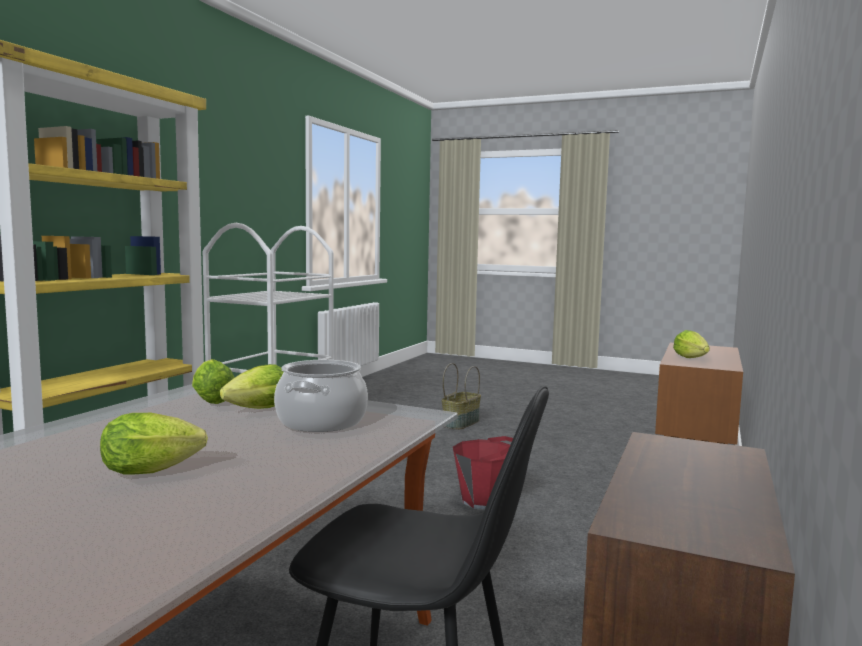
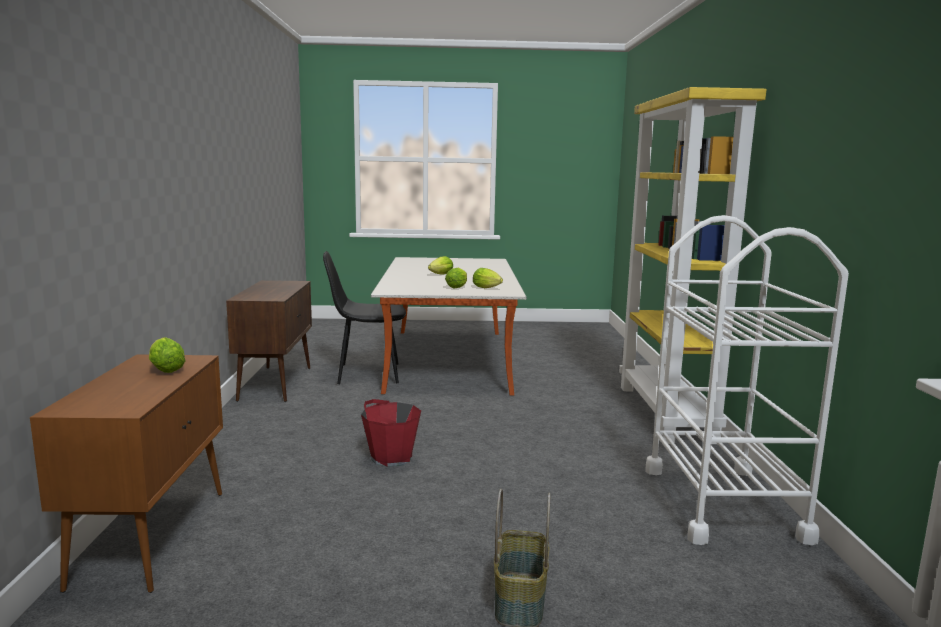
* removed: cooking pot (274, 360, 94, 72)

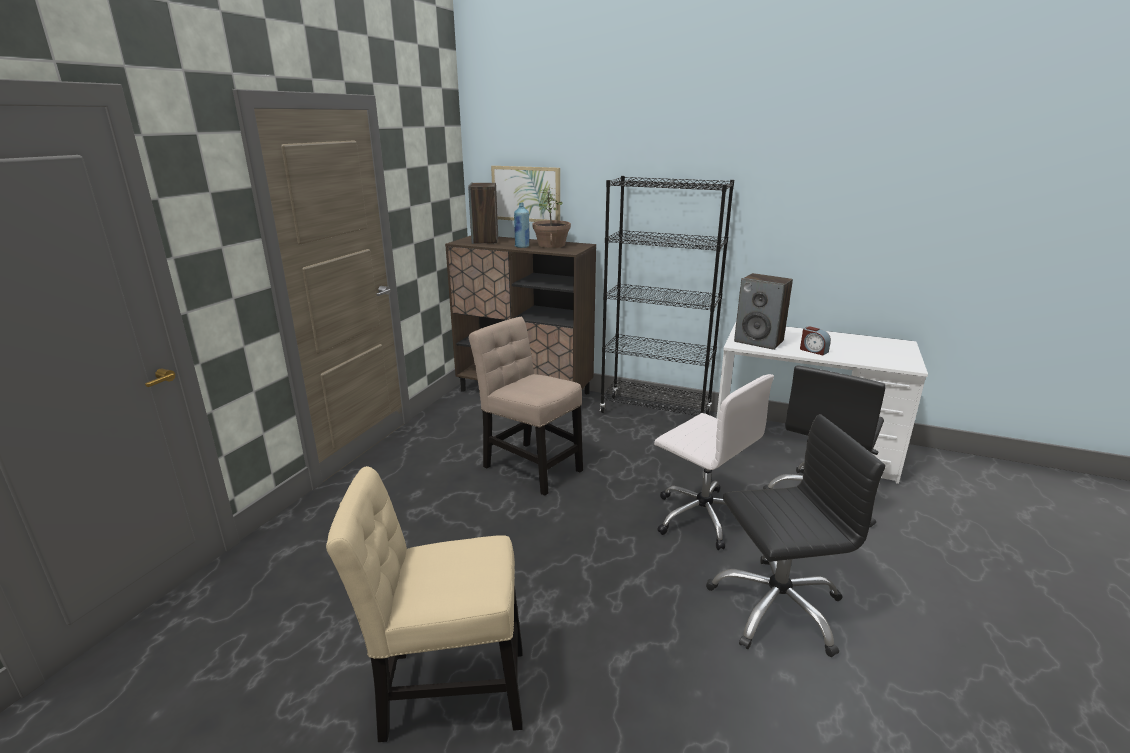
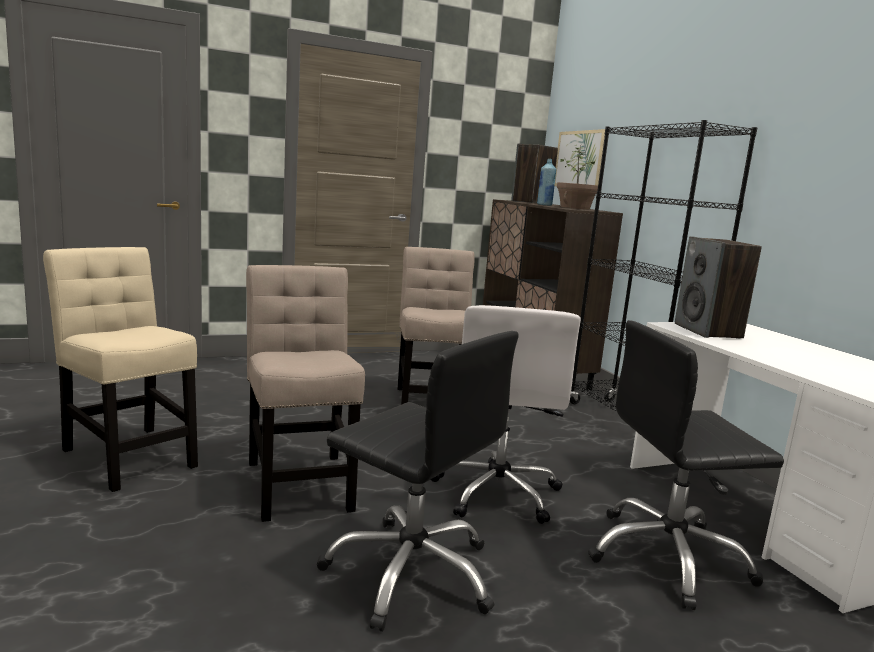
* removed: alarm clock (800, 326, 31, 30)
* added: beige chair (246, 265, 119, 257)

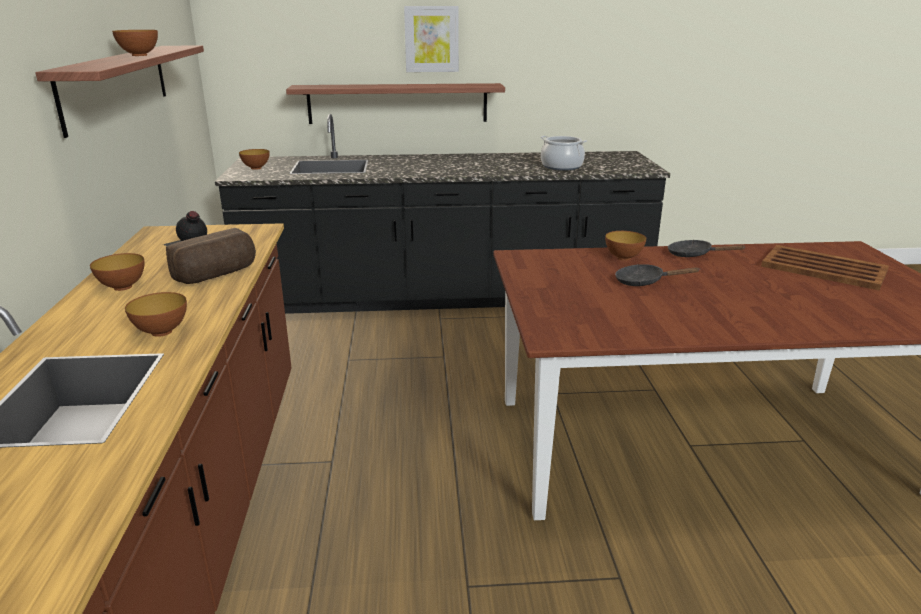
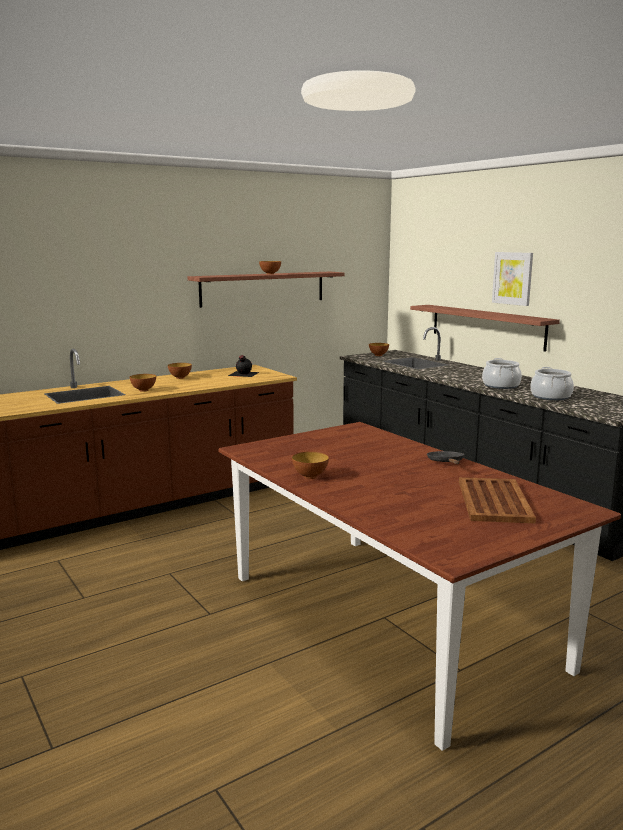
* removed: bread (166, 228, 90, 56)
* moved: bowl (605, 231, 41, 30) to (292, 452, 37, 27)
* removed: black frying pan (615, 264, 85, 22)
* added: cooking pot (482, 358, 40, 31)

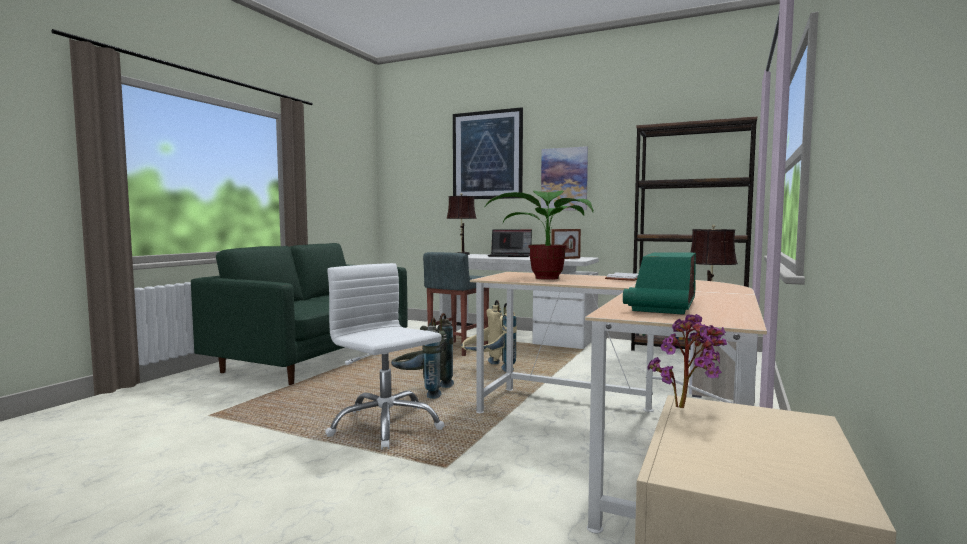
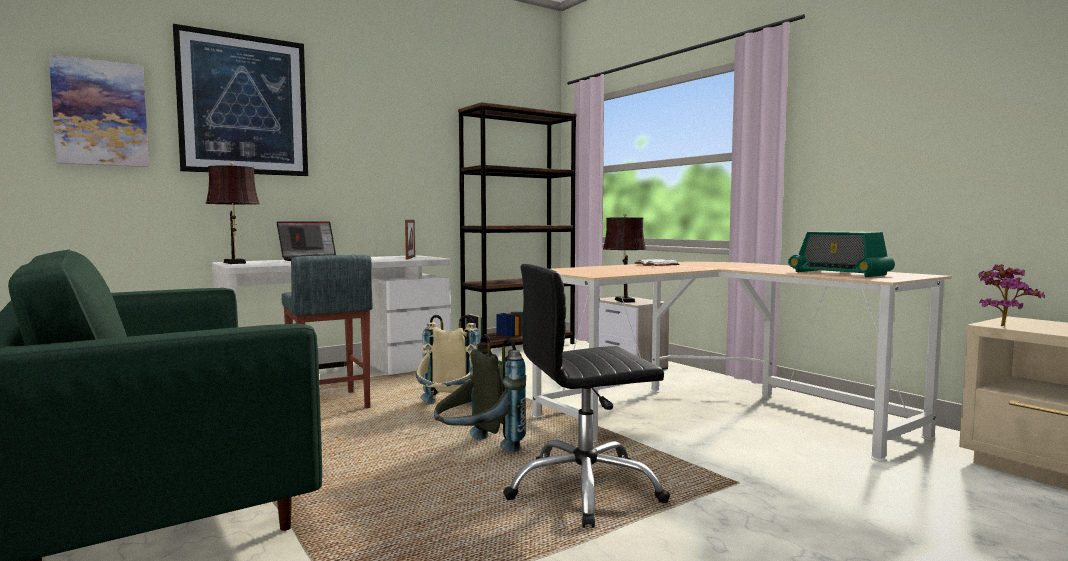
* moved: picture (541, 146, 47, 65) to (49, 54, 100, 113)
* removed: potted plant (485, 190, 108, 90)
* recoloured: white office chair (325, 263, 120, 187) to black office chair (503, 264, 167, 264)

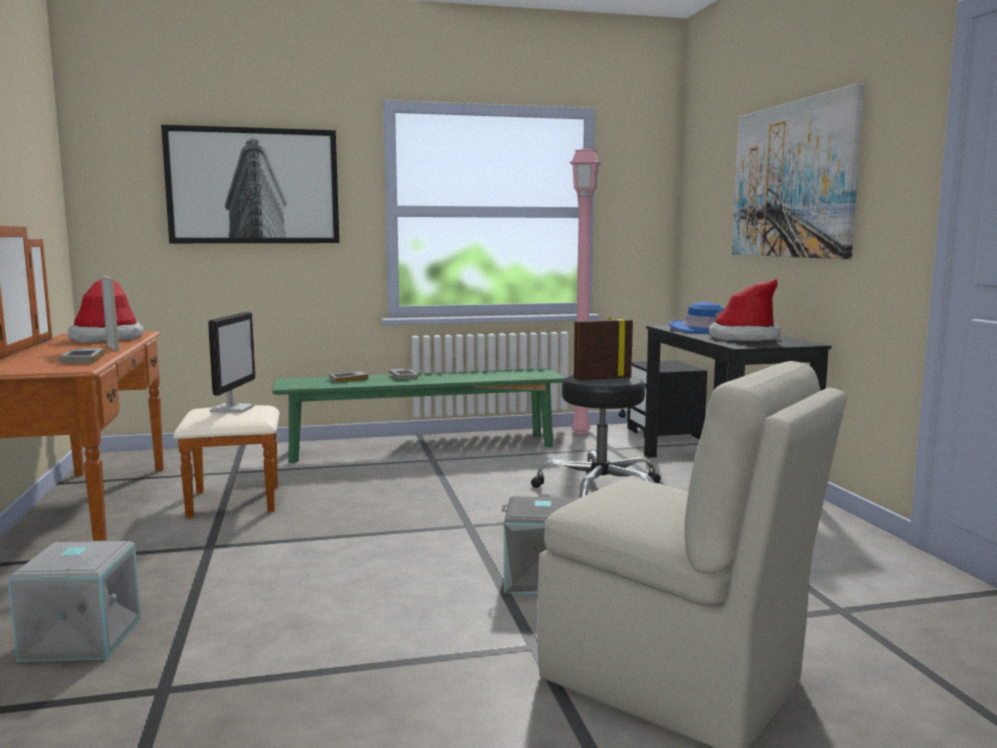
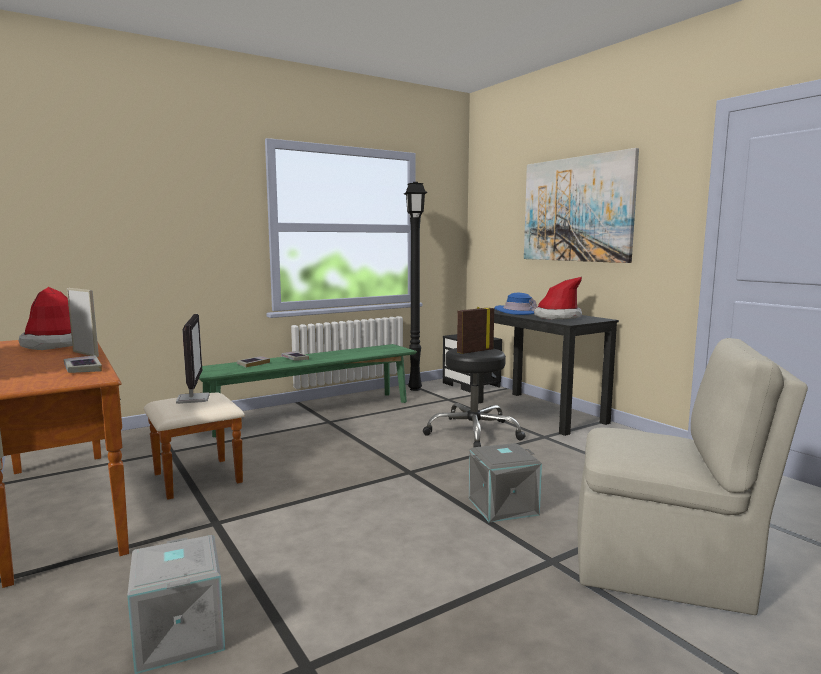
* removed: picture (161, 125, 178, 118)
* recoloured: pink floor lamp (569, 148, 33, 287) to black floor lamp (404, 182, 24, 209)

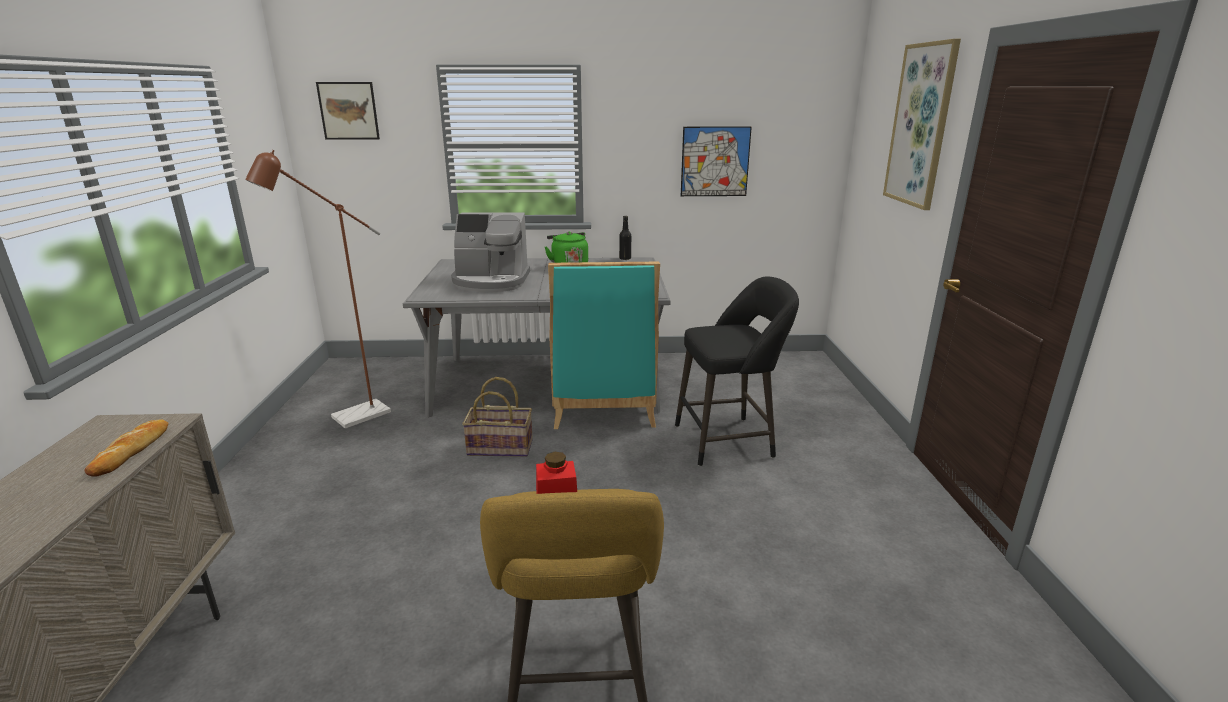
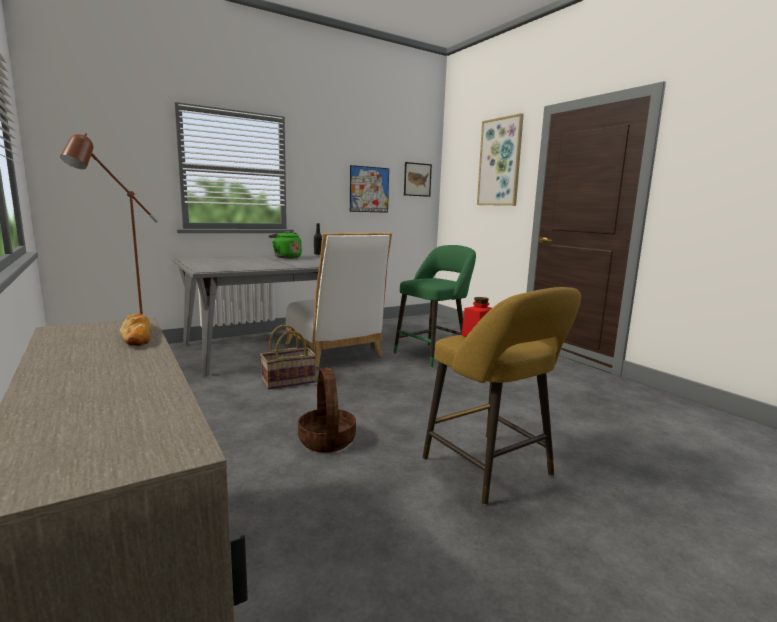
* moved: picture (316, 82, 64, 58) to (404, 162, 28, 35)
* removed: coffee machine (451, 212, 79, 80)
* recoloured: turquoise chair (548, 262, 112, 167) to white chair (285, 233, 107, 134)
* recoloured: black stool (675, 276, 124, 190) to green stool (394, 245, 82, 123)
* added: basket (298, 368, 58, 84)

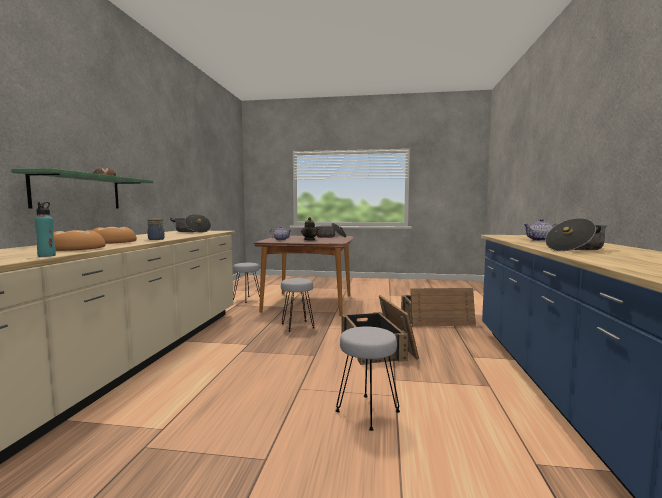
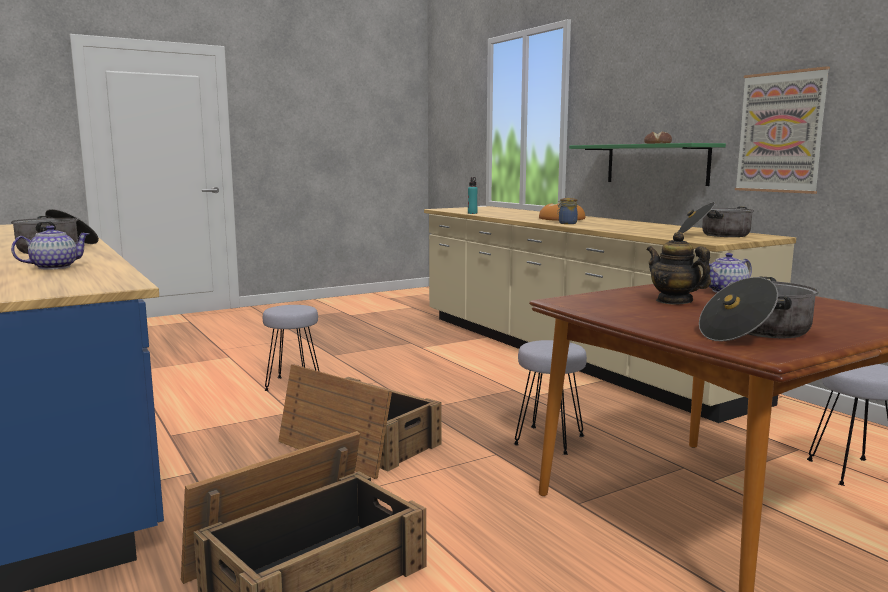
* removed: bread (53, 230, 53, 21)
* added: picture (735, 66, 95, 128)

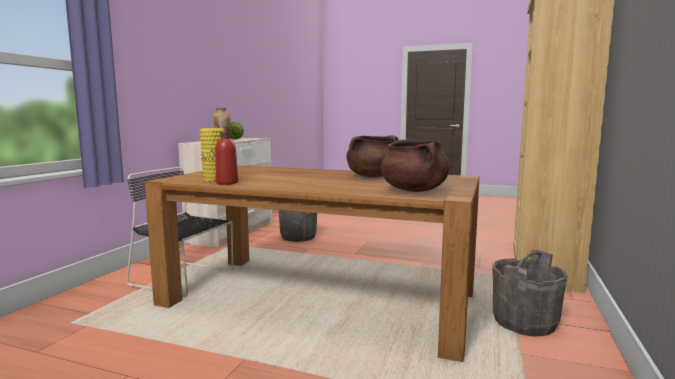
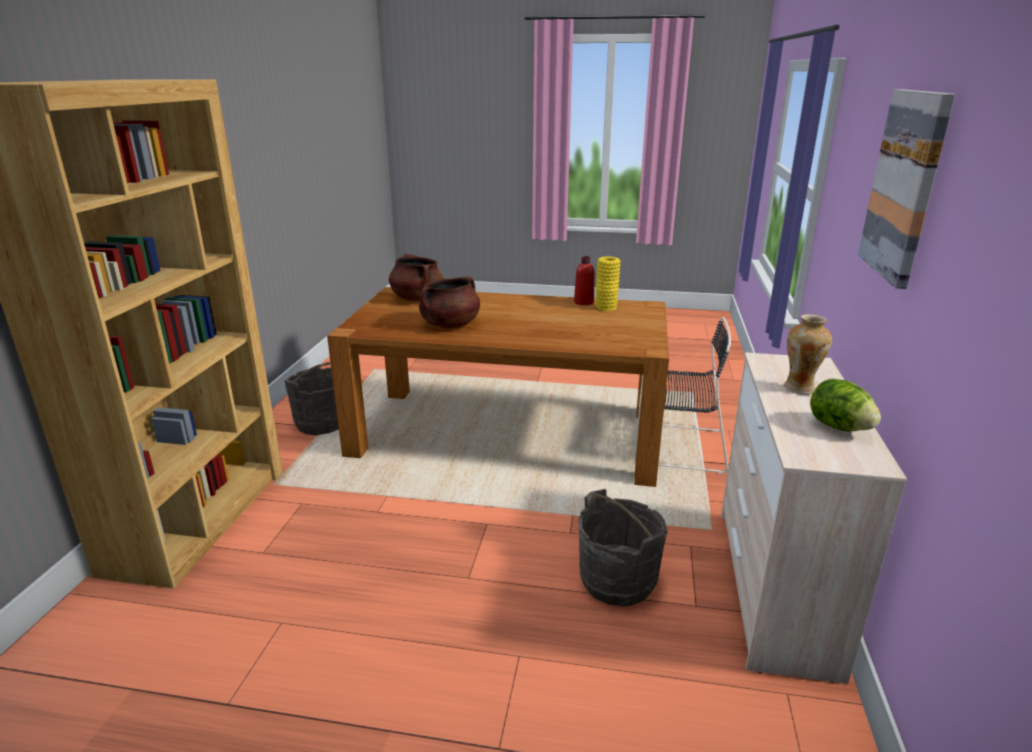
* added: picture (858, 89, 97, 200)

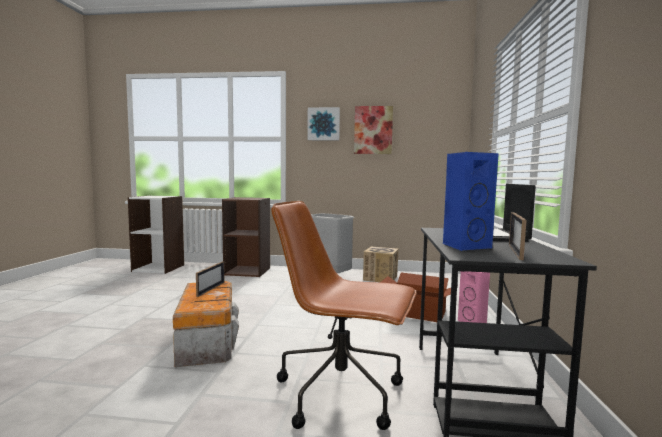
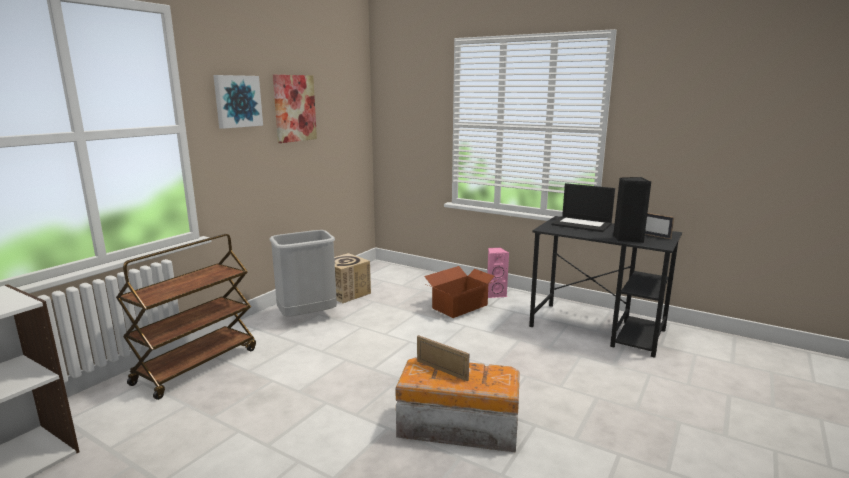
* recoloured: blue speaker (443, 152, 56, 99) to black speaker (613, 177, 38, 66)
* replaced: brown bookcase (222, 197, 48, 80) to brown cart (116, 234, 140, 166)
* removed: brown office chair (271, 201, 146, 229)

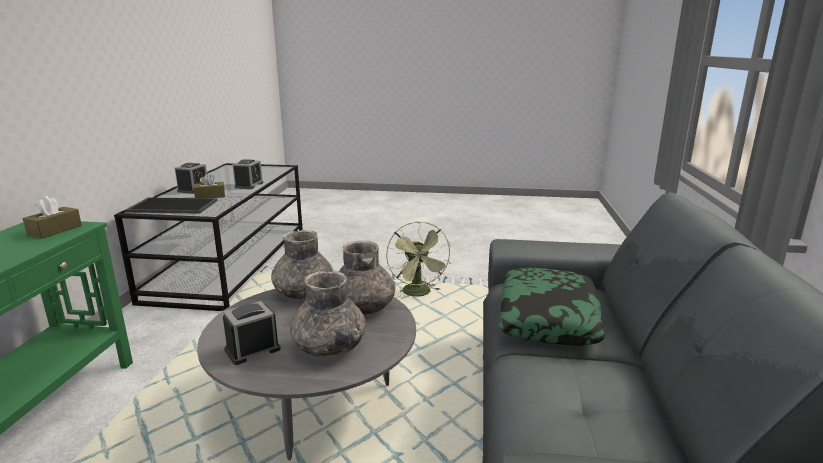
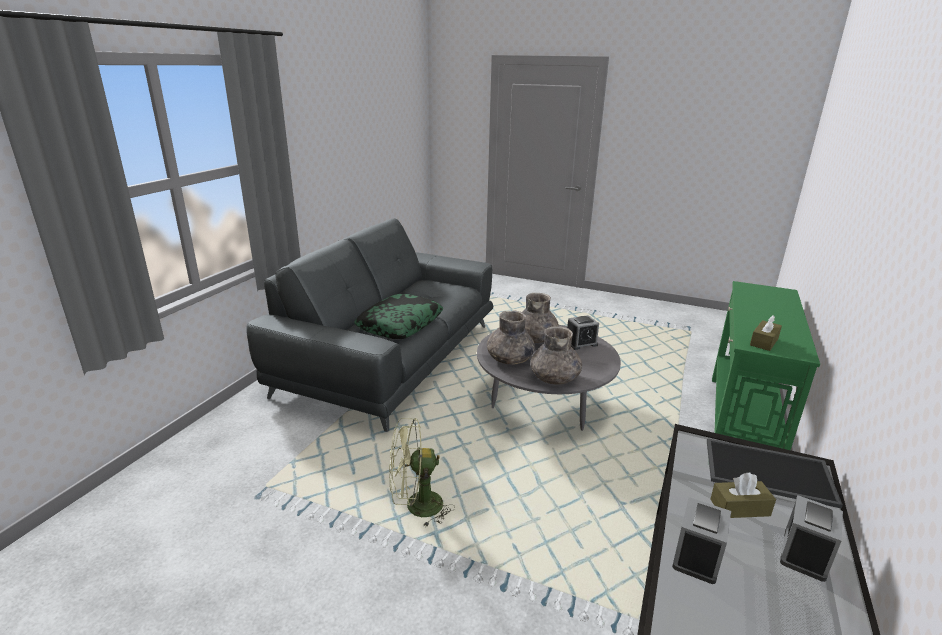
* turned: green fan (386, 221, 65, 77) = (389, 418, 64, 110) 105 degrees counterclockwise

